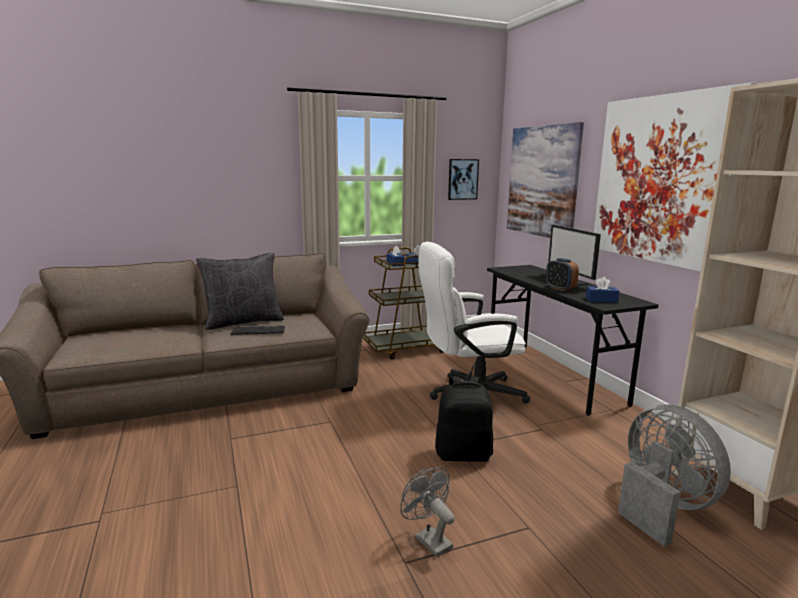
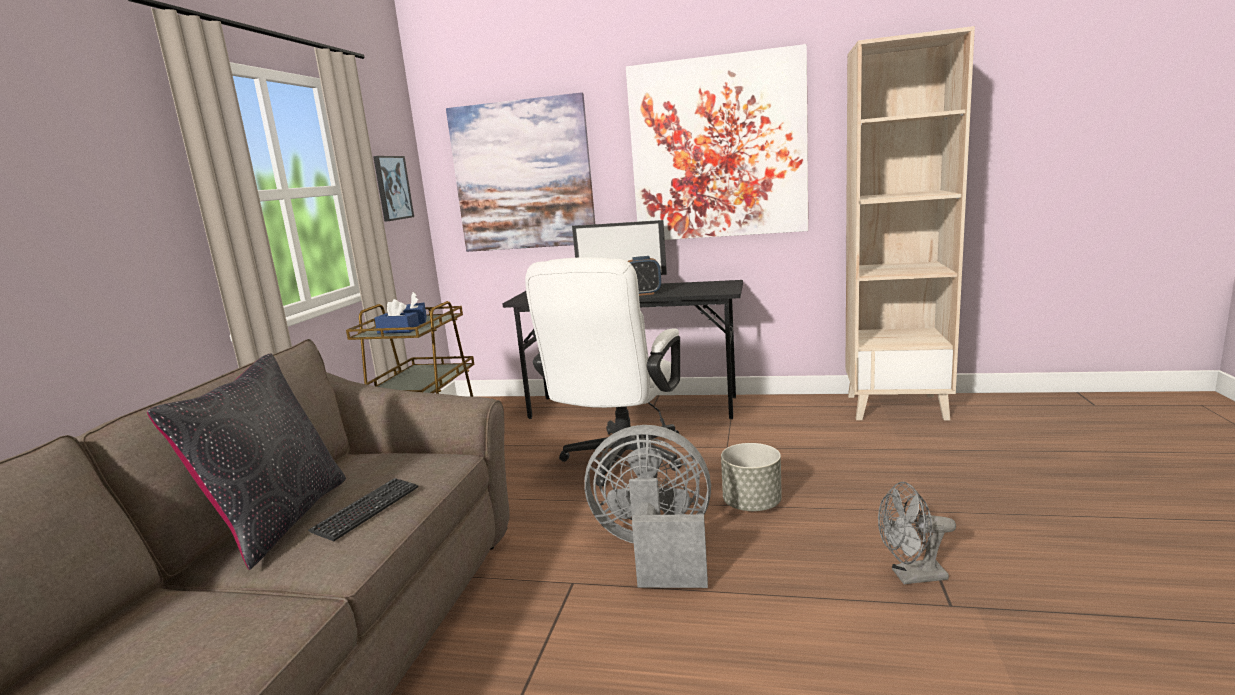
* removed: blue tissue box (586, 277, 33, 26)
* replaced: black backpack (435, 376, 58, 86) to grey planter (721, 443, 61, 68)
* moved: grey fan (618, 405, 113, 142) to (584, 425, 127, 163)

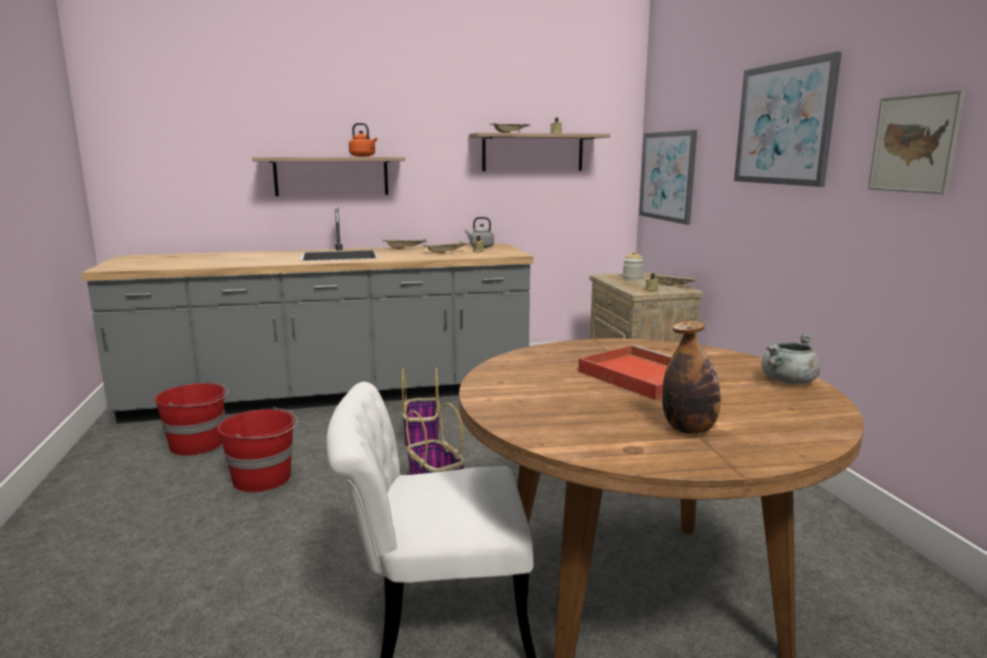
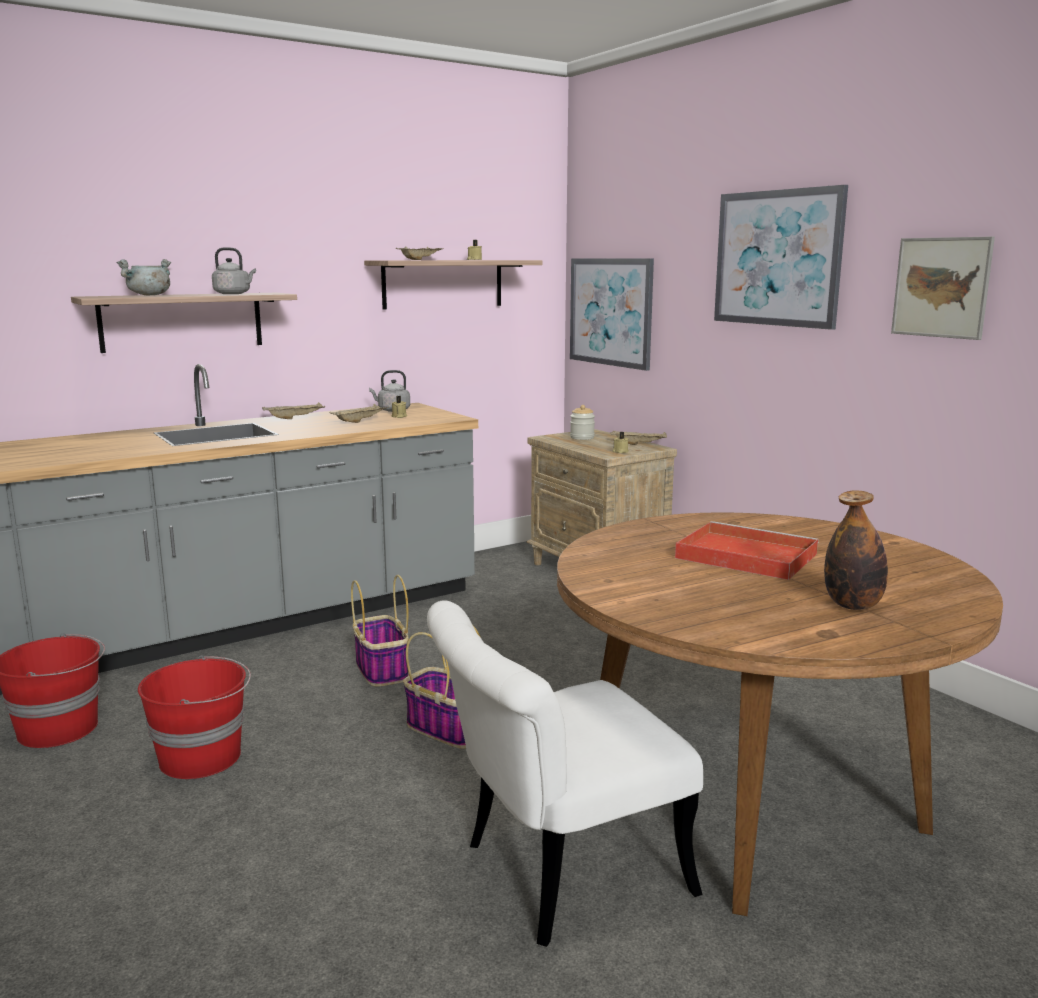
* recoloured: orange kettle (349, 123, 28, 34) to grey kettle (212, 247, 44, 47)
* moved: grey cooking pot (761, 333, 59, 52) to (116, 259, 55, 36)

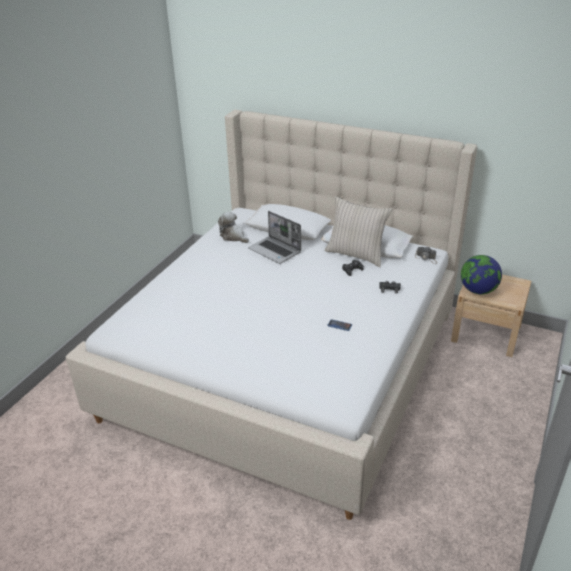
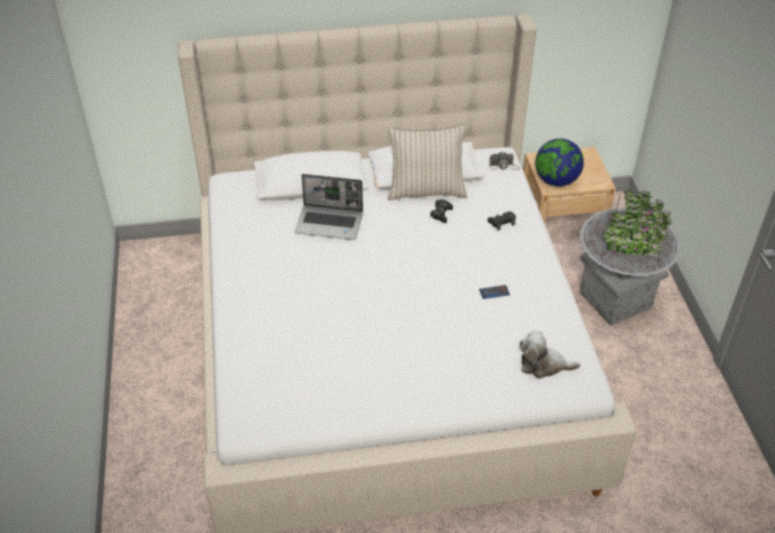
* moved: plush toy (218, 212, 31, 31) to (520, 331, 60, 48)
* added: grey planter (580, 189, 101, 137)

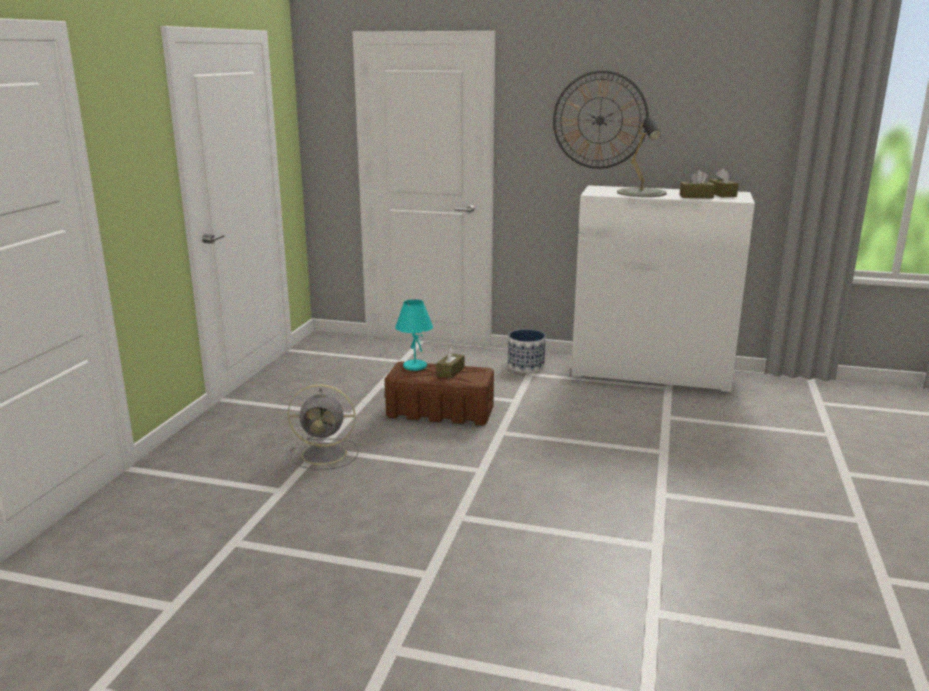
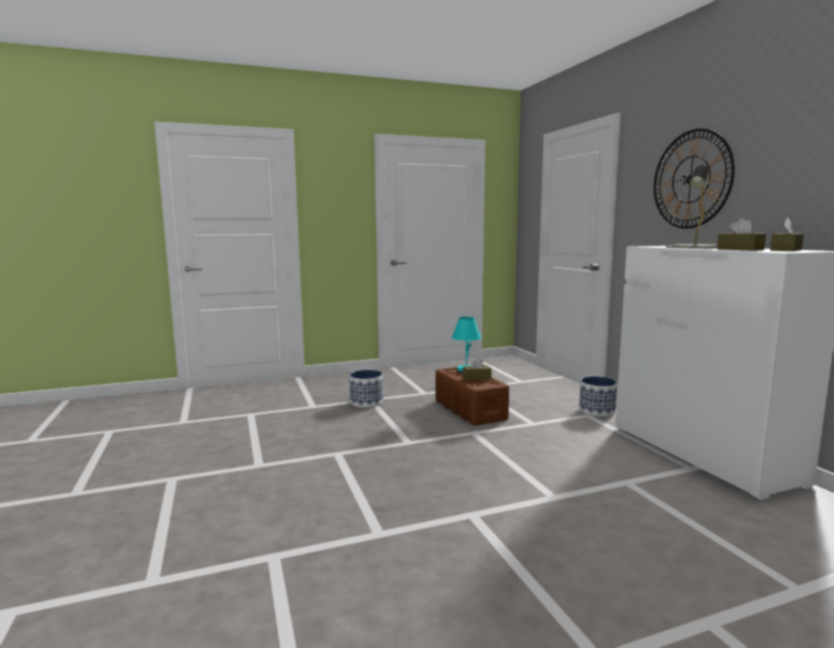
* replaced: grey fan (287, 384, 71, 86) to planter (350, 370, 33, 38)

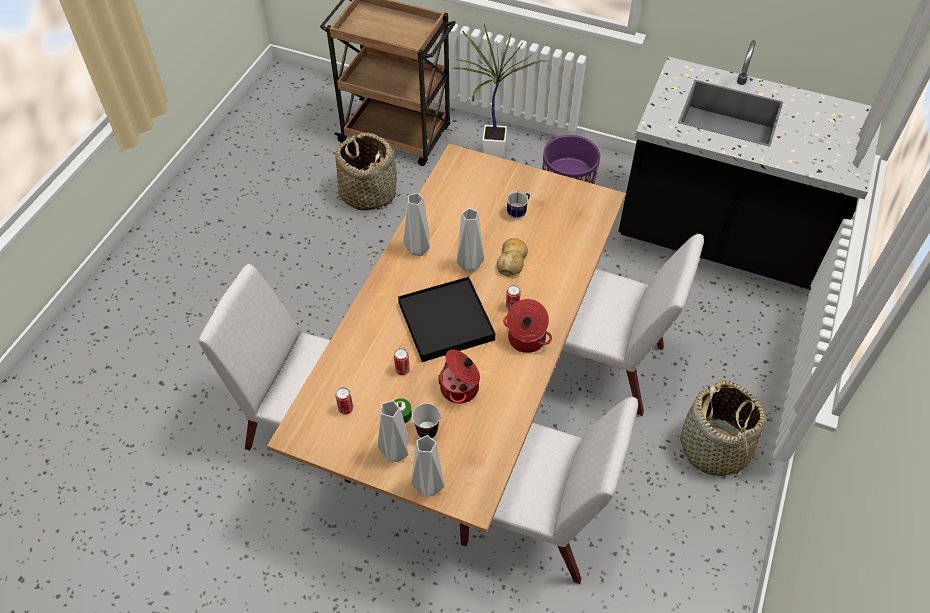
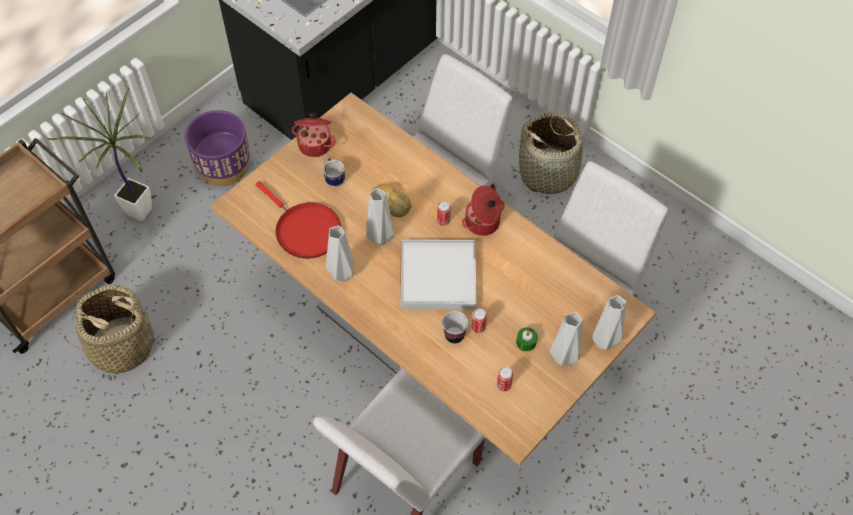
* recoloured: black tray (398, 277, 97, 85) to white tray (401, 240, 76, 70)
* moved: cooking pot (438, 349, 42, 54) to (292, 113, 44, 44)
* moved: cup (412, 403, 29, 35) to (442, 311, 26, 33)
* added: red frying pan (256, 181, 85, 78)

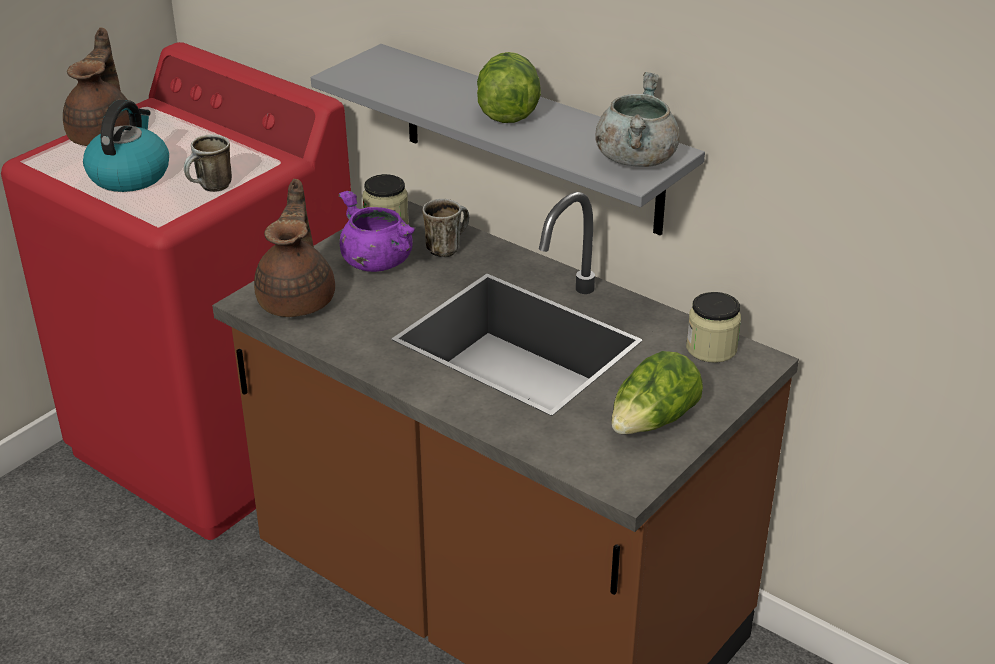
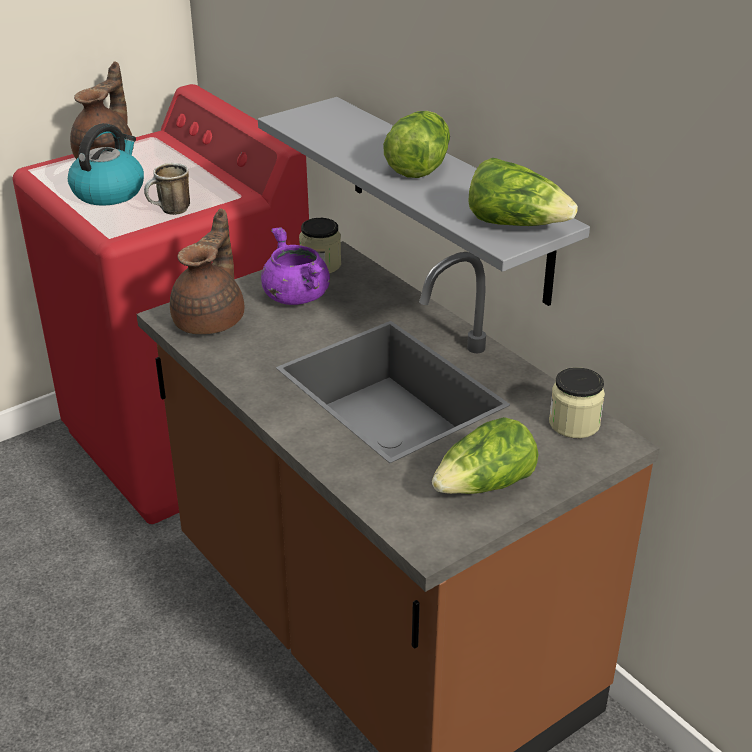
* replaced: grey cooking pot (595, 72, 85, 95) to lettuce (468, 158, 110, 68)
* removed: mug (422, 199, 47, 58)

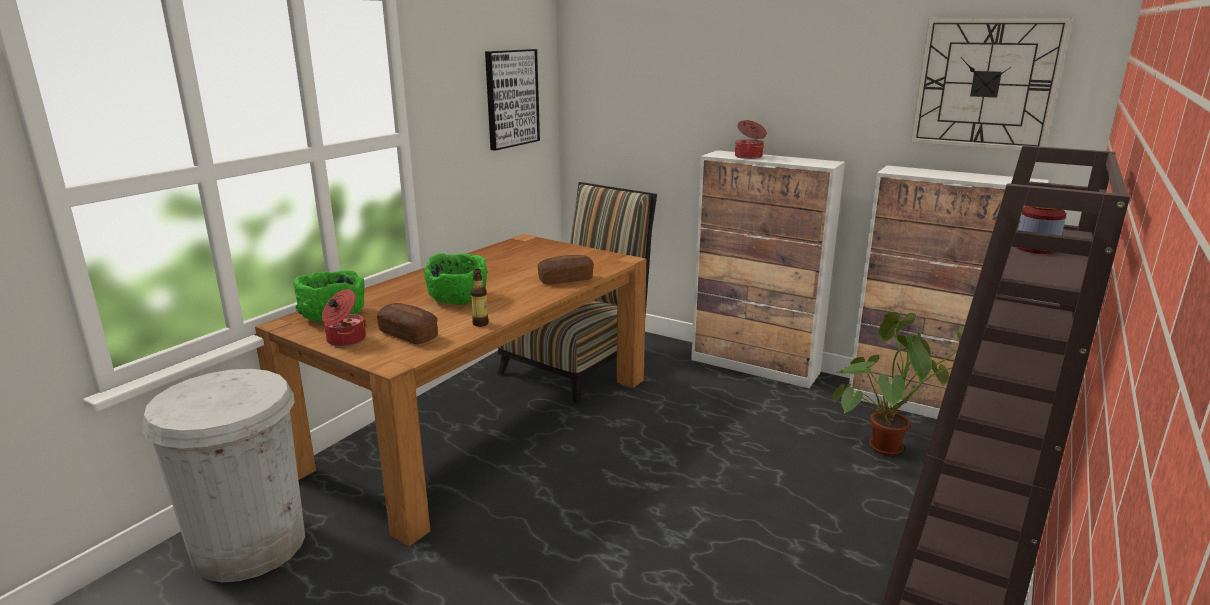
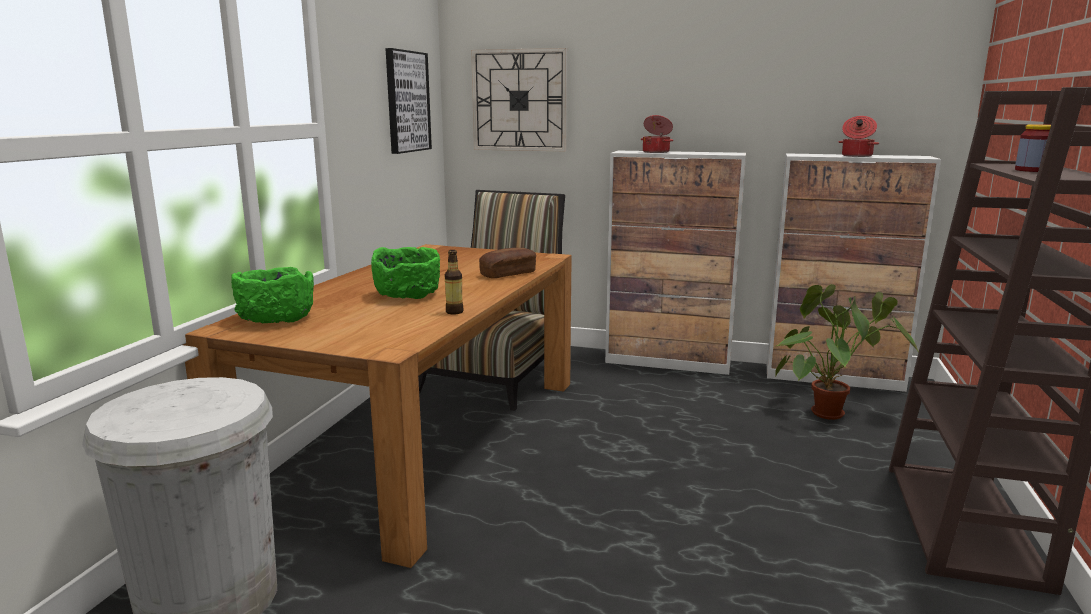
* moved: wall clock (911, 17, 161, 134) to (471, 48, 96, 103)
* moved: cooking pot (322, 289, 44, 58) to (839, 116, 40, 41)
* removed: bread (377, 303, 61, 41)

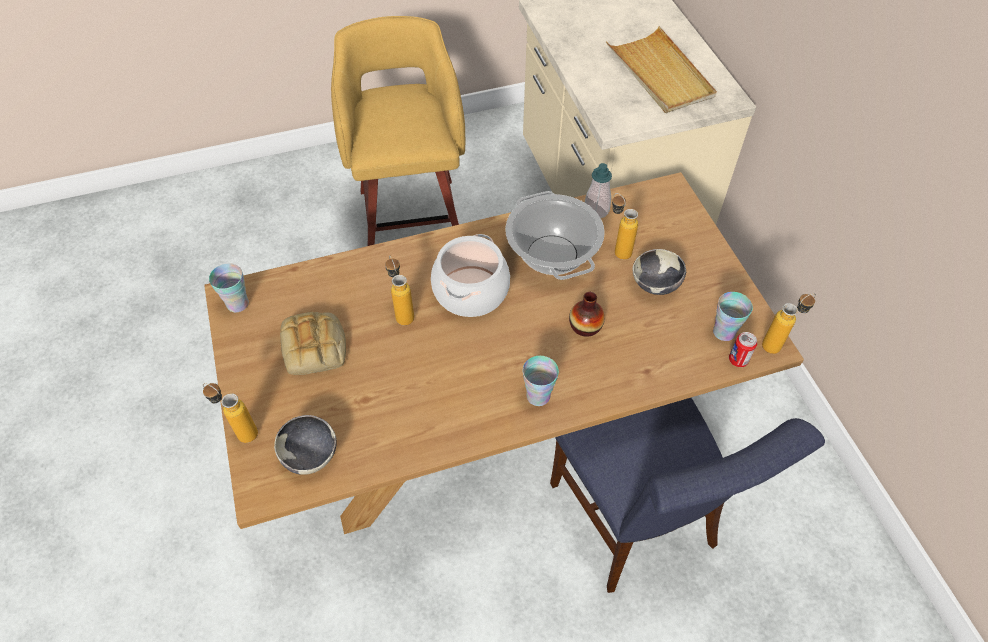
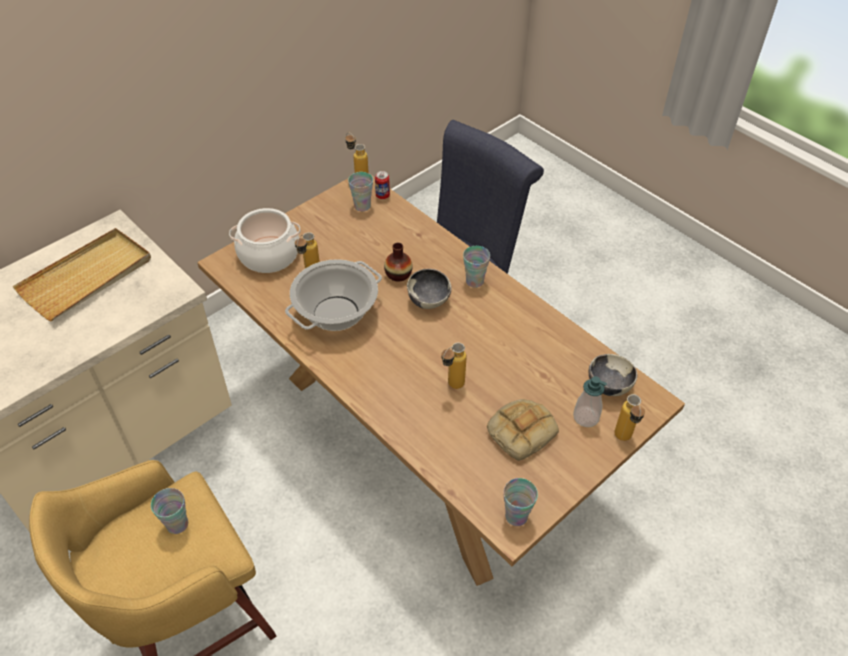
* moved: soap dispenser (585, 163, 27, 55) to (573, 376, 34, 51)
* moved: cooking pot (431, 234, 79, 83) to (229, 208, 72, 65)
* moved: bowl (632, 249, 54, 46) to (407, 269, 44, 40)
* added: cup (151, 488, 37, 46)

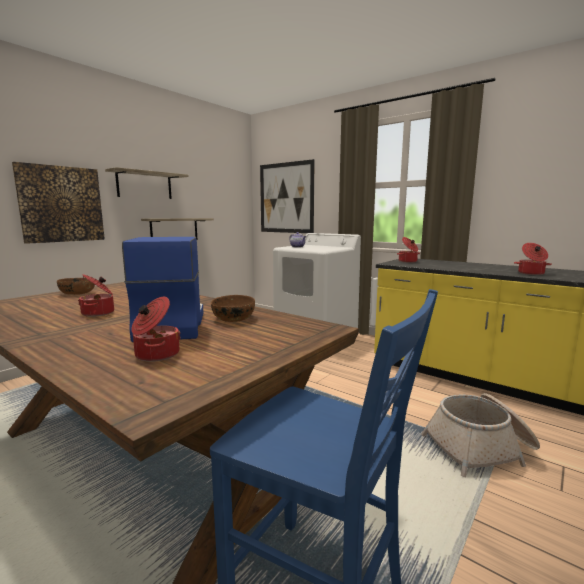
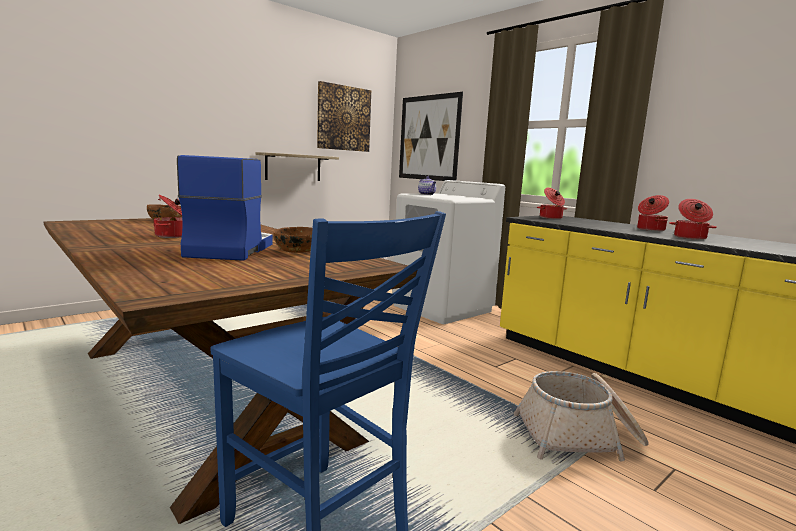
* moved: picture (12, 162, 93, 82) to (317, 81, 54, 71)
* removed: shelf (105, 167, 84, 32)
* moved: cooking pot (131, 297, 50, 65) to (637, 195, 32, 36)

